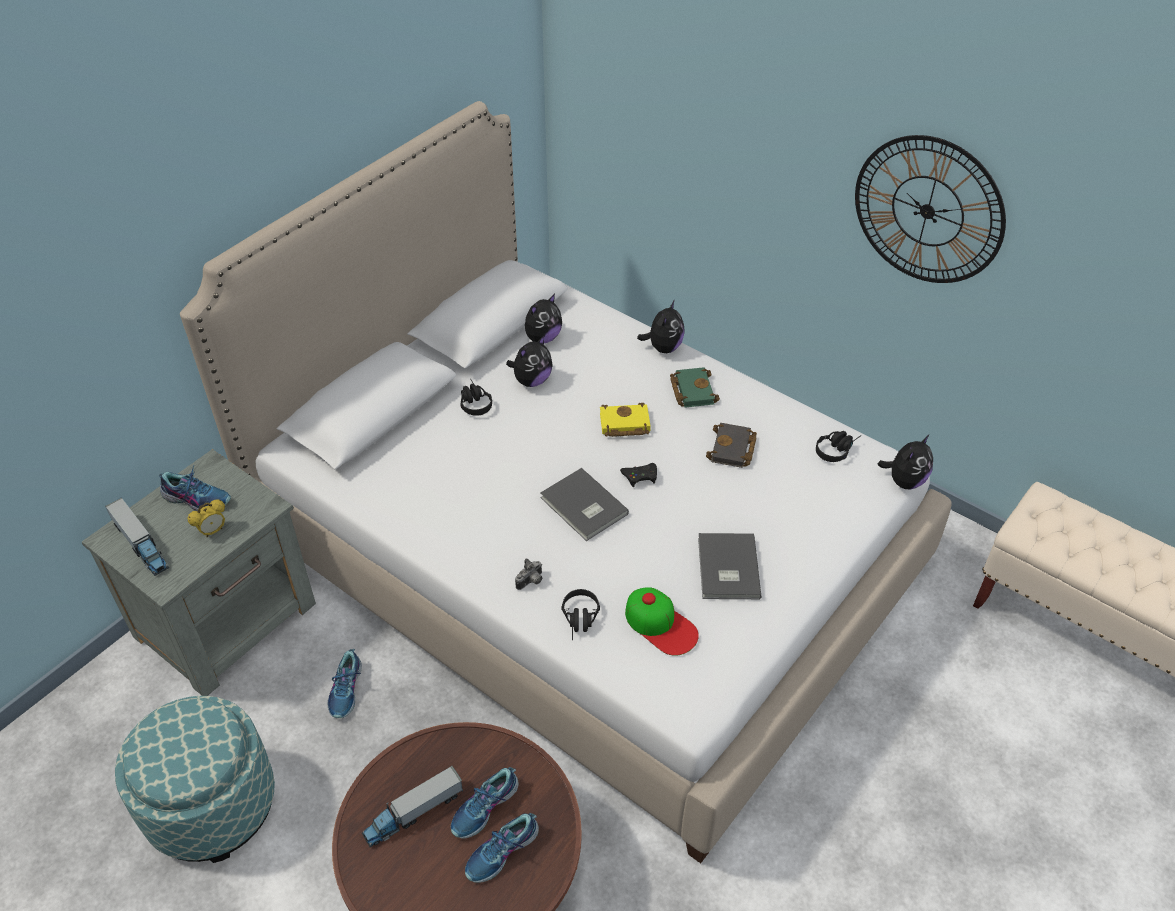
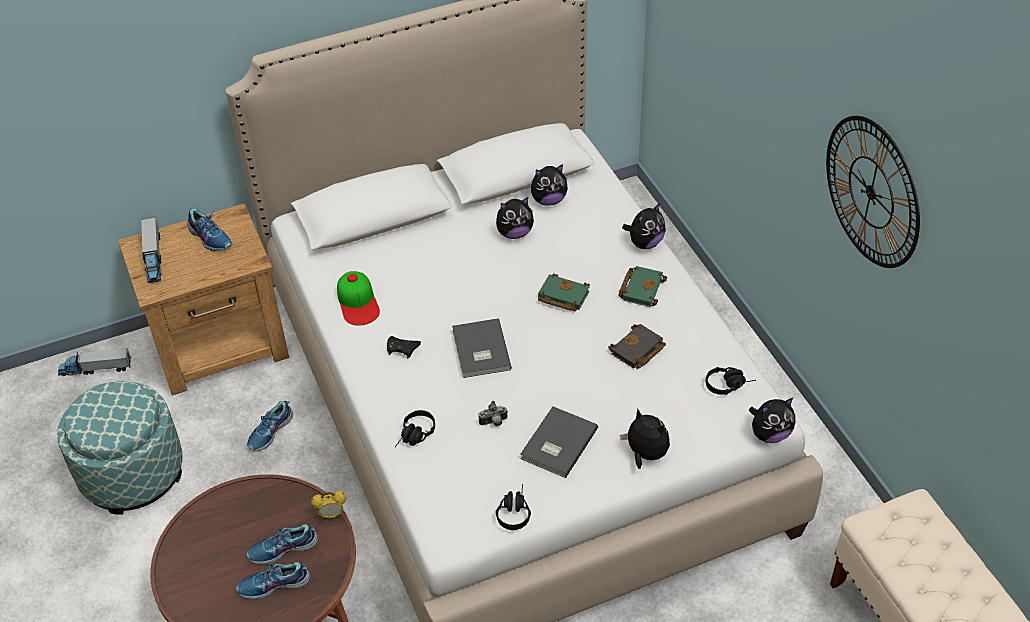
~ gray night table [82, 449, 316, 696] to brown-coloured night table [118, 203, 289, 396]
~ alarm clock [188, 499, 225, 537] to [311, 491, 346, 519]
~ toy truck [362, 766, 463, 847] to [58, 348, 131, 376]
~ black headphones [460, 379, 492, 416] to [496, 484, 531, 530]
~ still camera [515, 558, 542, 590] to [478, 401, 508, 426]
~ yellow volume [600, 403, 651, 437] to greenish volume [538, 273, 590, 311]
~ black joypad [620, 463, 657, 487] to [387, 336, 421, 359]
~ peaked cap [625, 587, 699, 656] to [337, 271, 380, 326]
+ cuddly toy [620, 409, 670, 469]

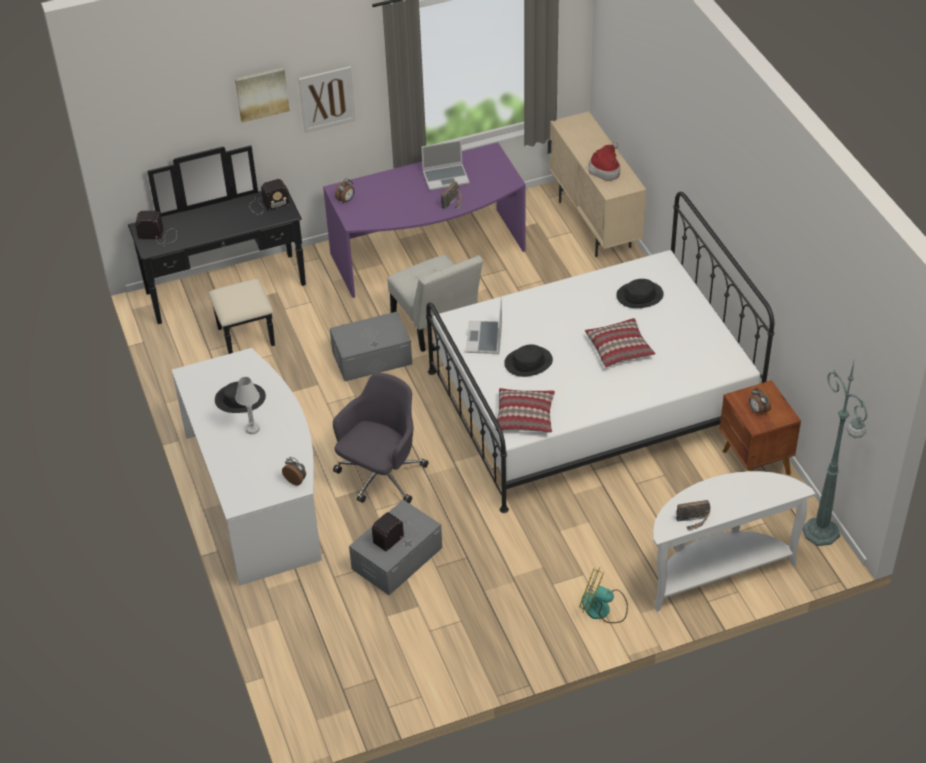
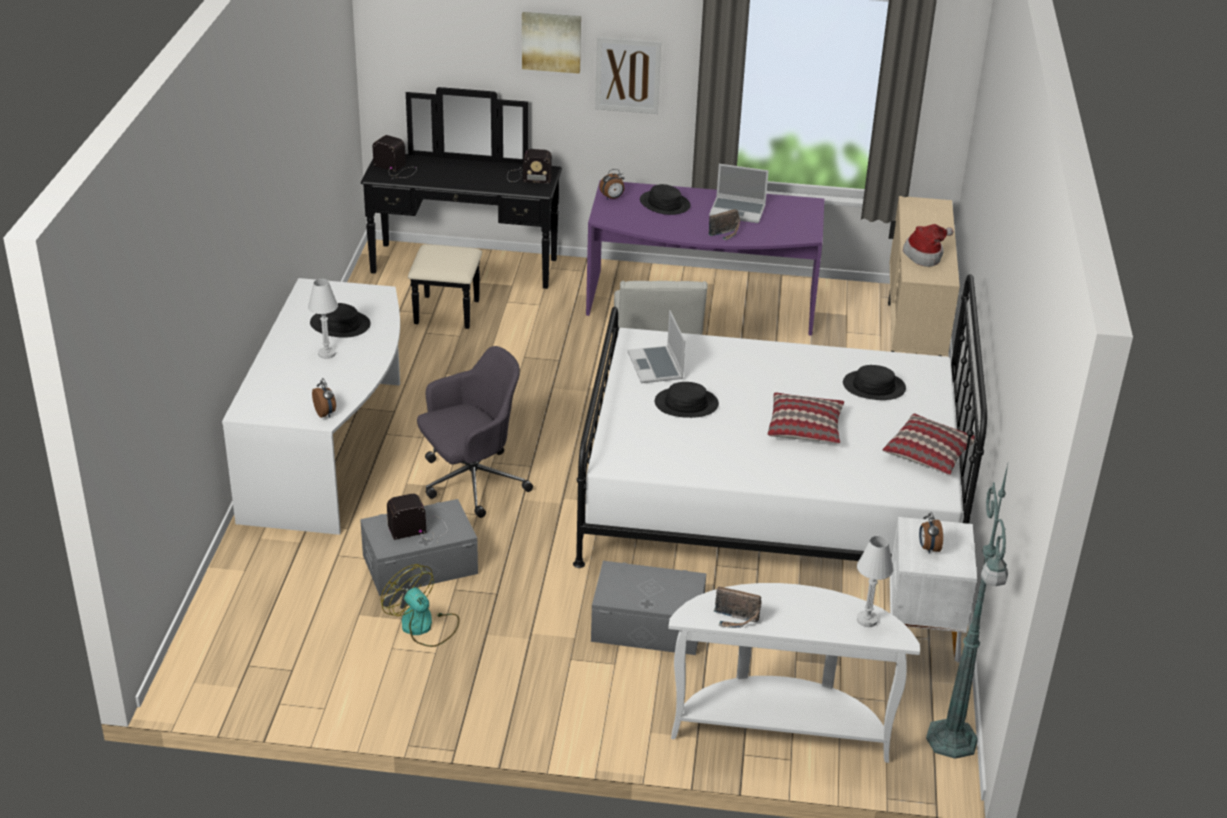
~ gray storage bin [330, 312, 412, 381] to [591, 561, 706, 655]
~ laptop [465, 297, 502, 354] = [628, 310, 685, 383] 45 degrees counterclockwise
~ throw pillow [495, 388, 555, 433] to [882, 413, 975, 475]
~ electric fan [579, 568, 628, 623] to [381, 564, 460, 647]
~ brown-coloured night table [720, 380, 801, 475] to white night table [890, 517, 977, 663]
+ black wearable hat [640, 184, 691, 215]
+ white lamp for a table [857, 536, 893, 627]

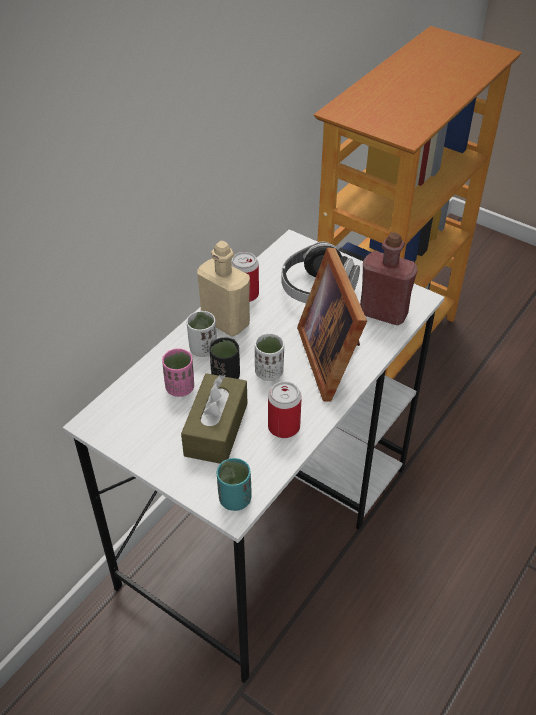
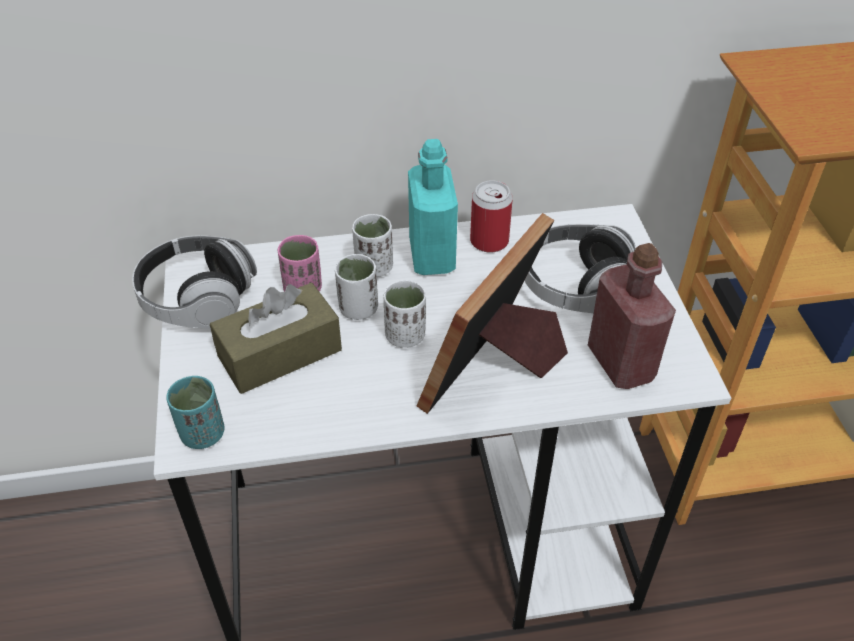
~ beige drink bottle [197, 241, 250, 336] to turquoise drink bottle [408, 139, 458, 275]
~ black drinking cup [209, 337, 240, 379] to white drinking cup [335, 254, 378, 320]
- sealed can [268, 381, 302, 438]
+ headphones [132, 235, 257, 329]

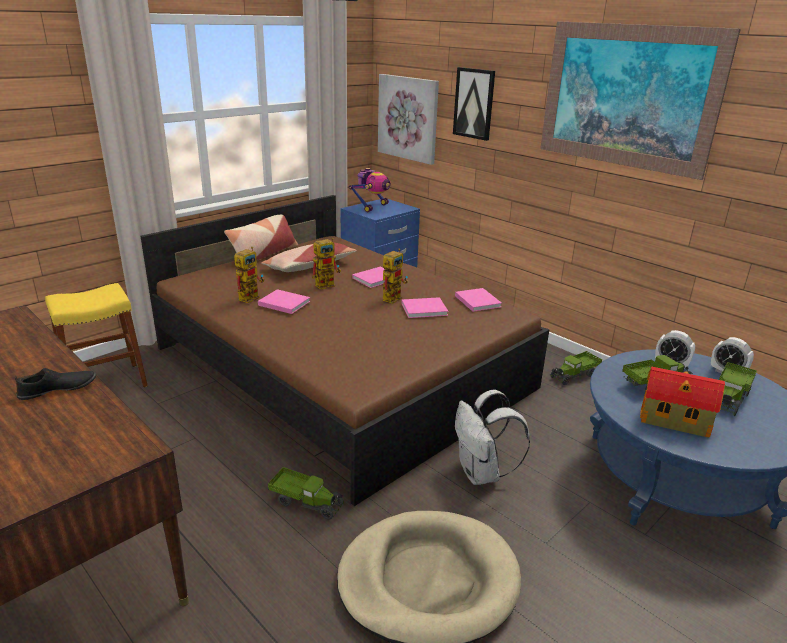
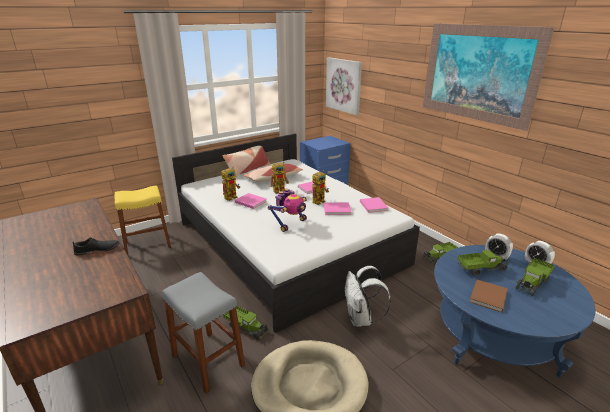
~ brown-coloured bedroom bed [140, 195, 550, 506] to white bedroom bed [172, 134, 420, 333]
~ model robot [349, 168, 391, 212] to [268, 189, 307, 232]
- picture [453, 67, 495, 141]
~ model house [640, 366, 725, 438] to brown-coloured volume [469, 279, 508, 312]
+ gray stool [162, 272, 245, 393]

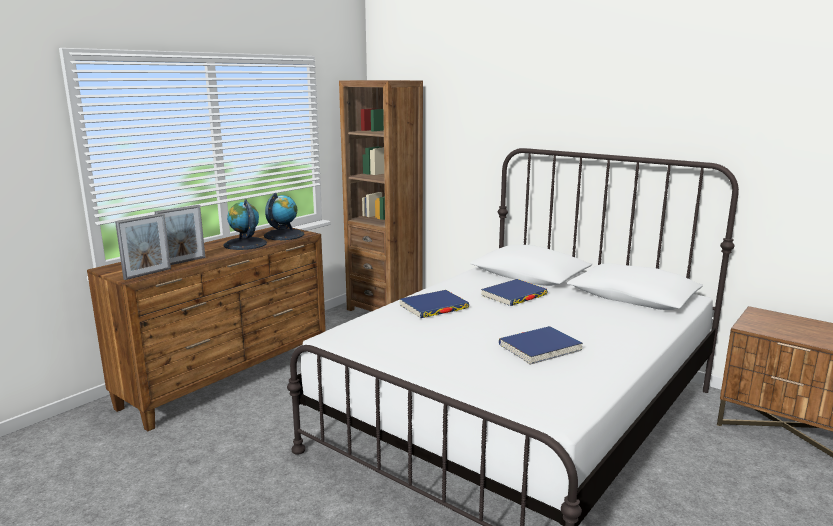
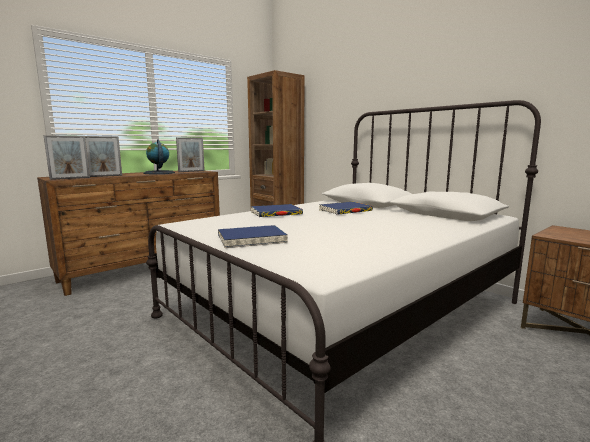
~ globe [264, 193, 304, 240] to picture frame [176, 137, 205, 172]
~ bluish volume [499, 326, 583, 365] to [218, 225, 288, 248]

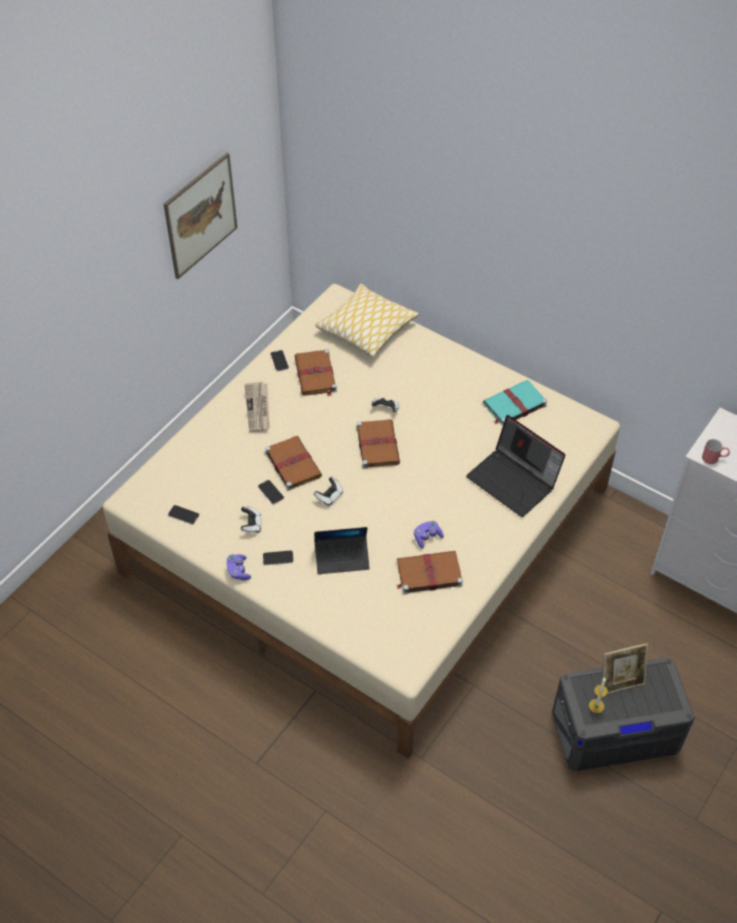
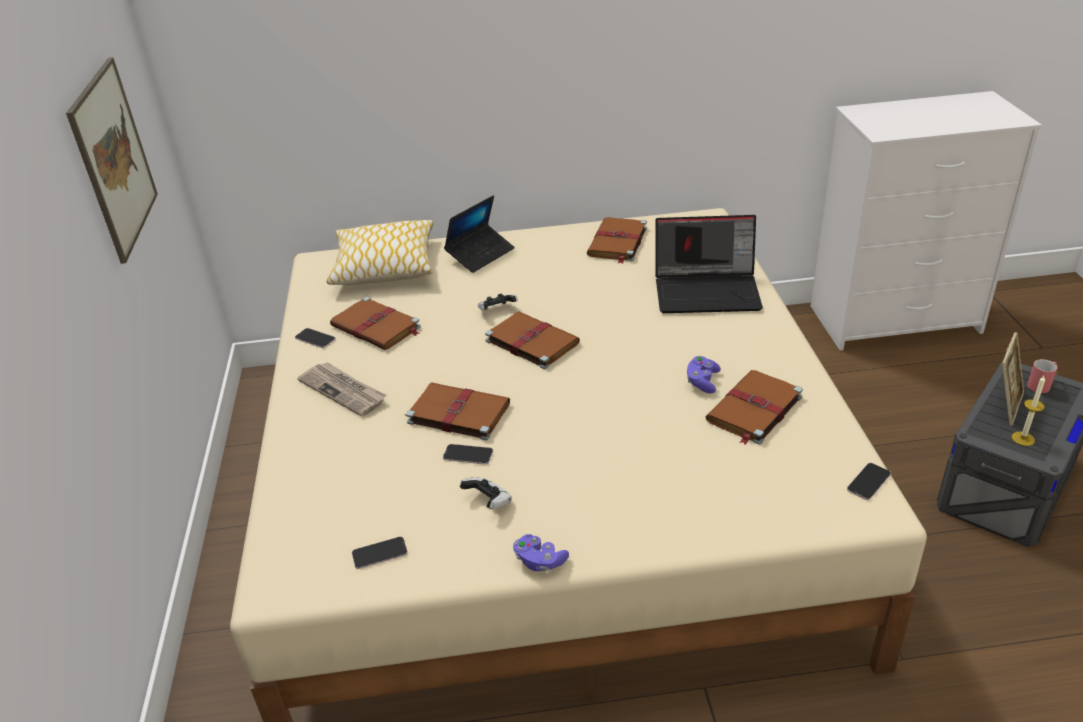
~ handset [263, 550, 294, 565] to [847, 463, 891, 500]
- joypad [314, 477, 343, 506]
~ laptop [314, 527, 370, 574] to [444, 195, 515, 273]
~ turquoise volume [483, 380, 547, 426] to brown-coloured volume [587, 217, 647, 264]
~ reddish tea mug [702, 439, 730, 464] to [1027, 359, 1058, 393]

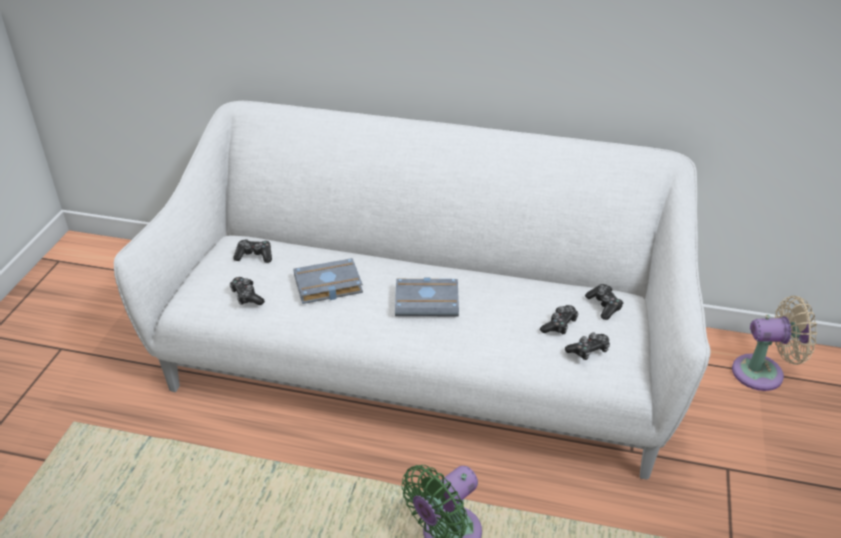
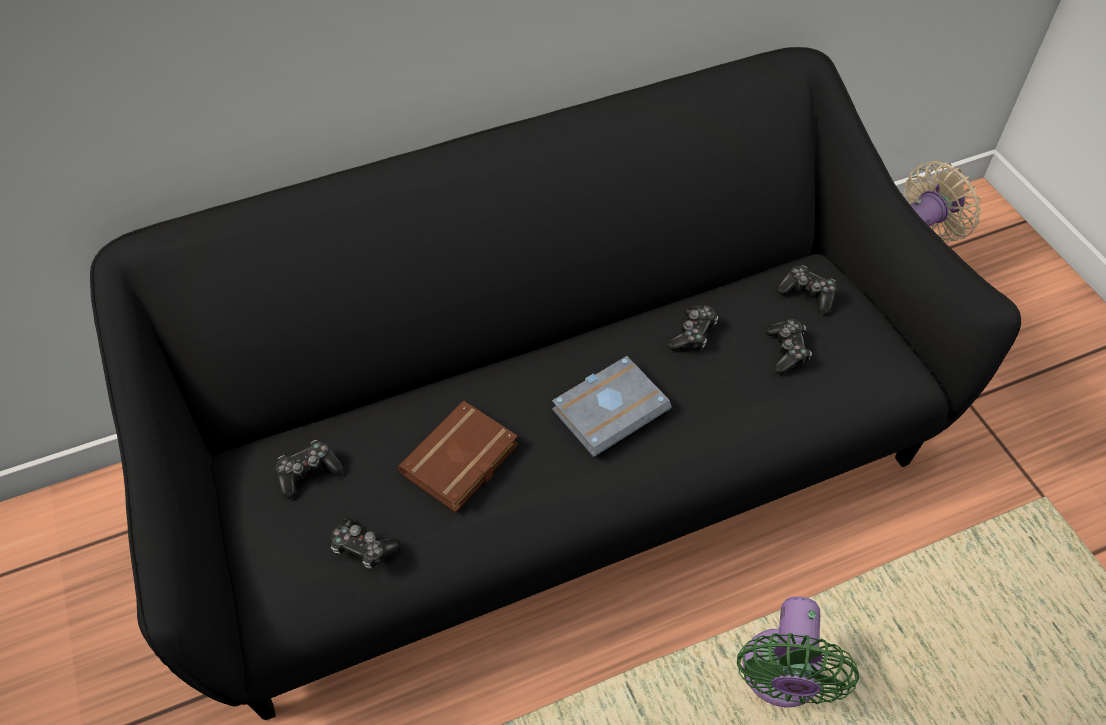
~ white sofa [114, 101, 711, 479] to black sofa [90, 47, 1021, 720]
~ gray volume [293, 258, 363, 304] to brown-coloured volume [398, 401, 518, 513]
~ joypad [565, 332, 610, 360] to [667, 306, 718, 351]

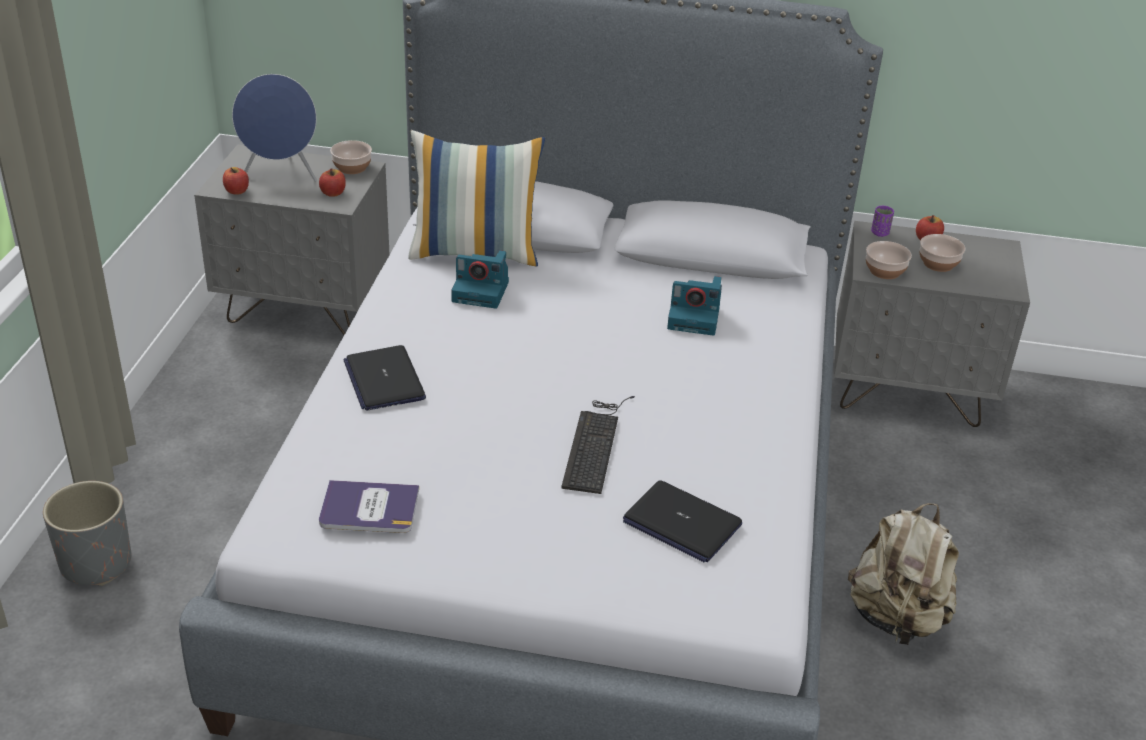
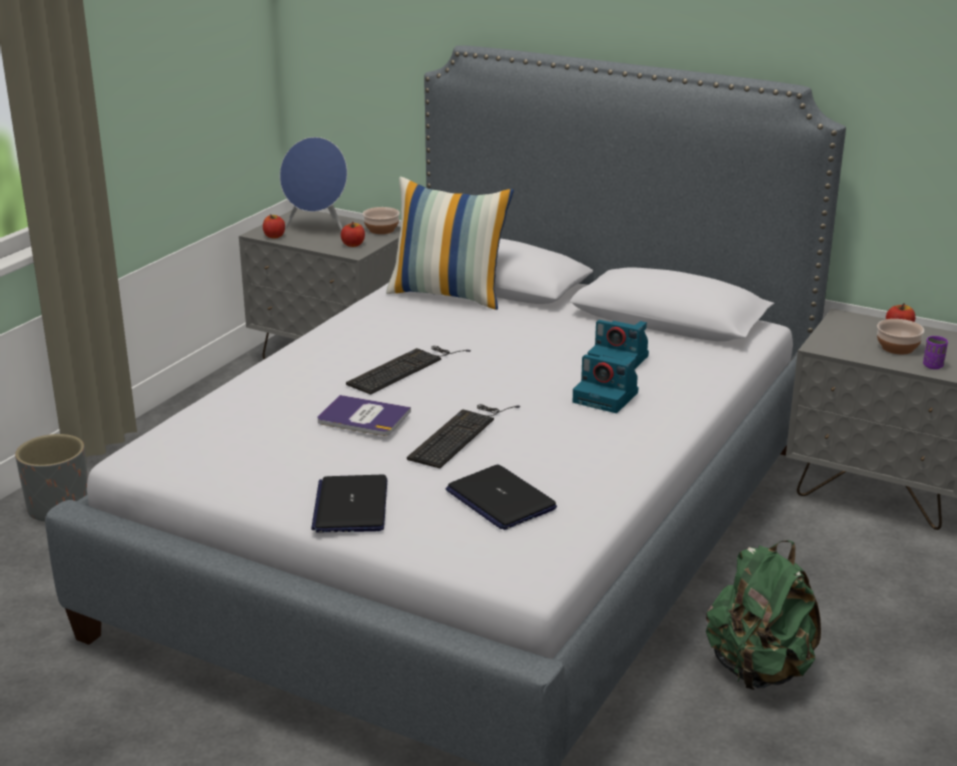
~ volume [319, 480, 419, 533] to [318, 395, 411, 436]
~ laptop [343, 345, 426, 411] to [311, 475, 387, 532]
~ still camera [451, 251, 509, 309] to [573, 355, 638, 413]
~ beige rucksack [848, 503, 959, 645] to greenish rucksack [706, 540, 821, 690]
- bowl [866, 241, 912, 279]
~ purple-coloured drinking cup [871, 206, 894, 237] to [923, 336, 948, 369]
+ keyboard [346, 346, 471, 395]

